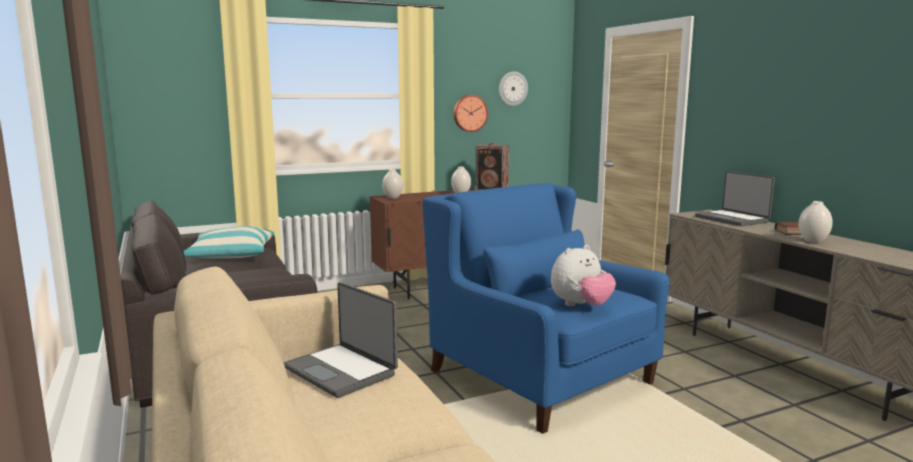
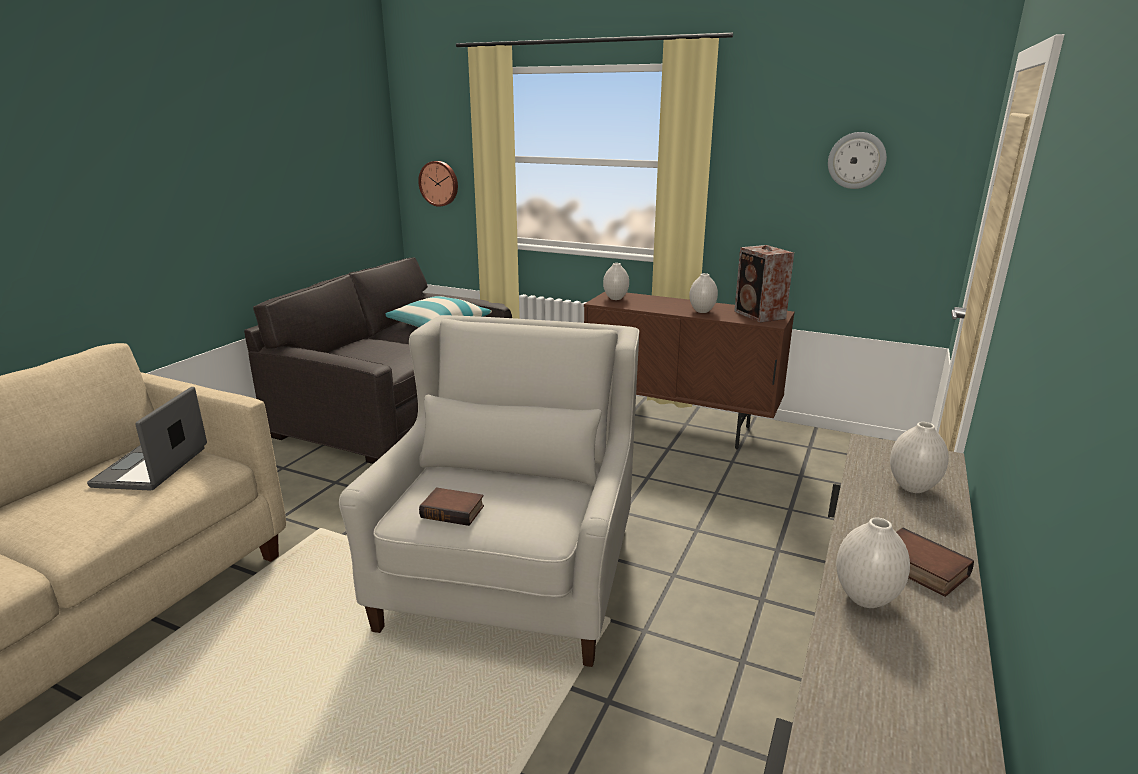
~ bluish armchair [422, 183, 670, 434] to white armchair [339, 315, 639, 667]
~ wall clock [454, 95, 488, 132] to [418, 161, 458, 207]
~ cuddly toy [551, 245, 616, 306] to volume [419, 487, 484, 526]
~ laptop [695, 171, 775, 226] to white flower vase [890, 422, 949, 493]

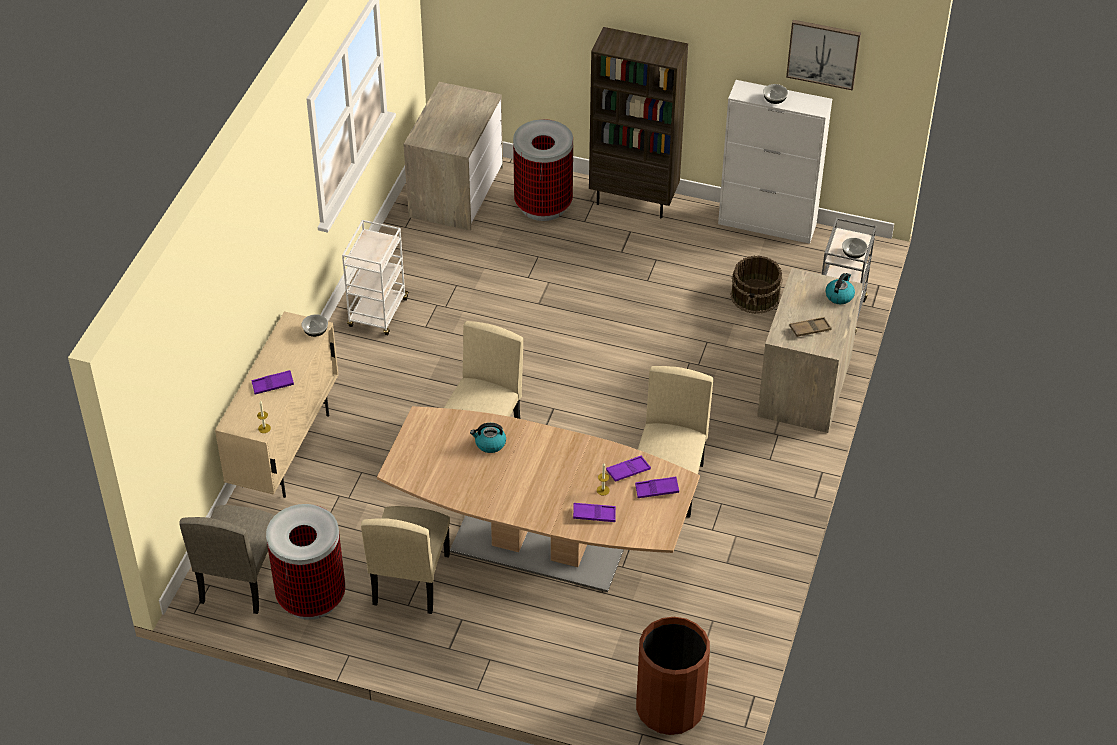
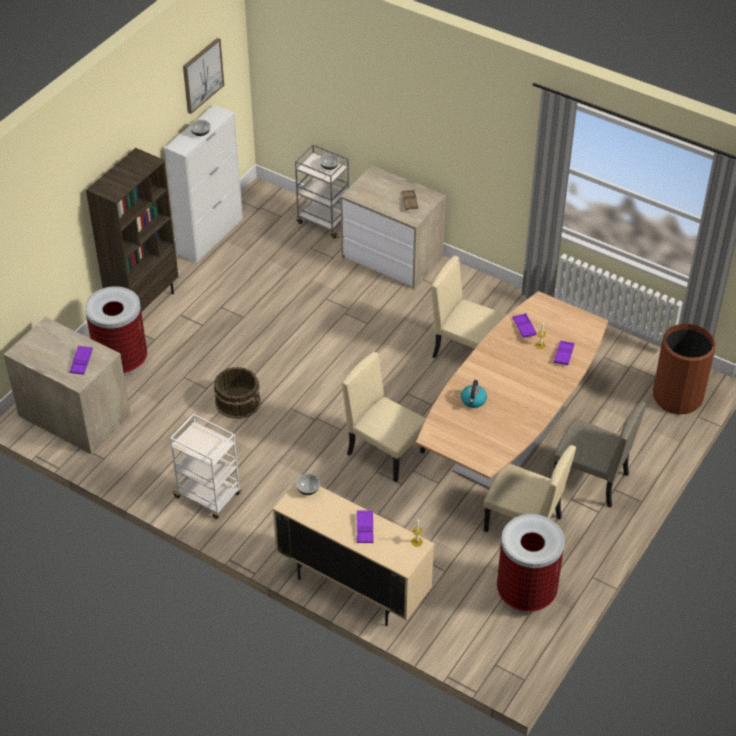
~ beige upright chair [179, 505, 275, 614] to [554, 401, 646, 508]
~ purple-coloured tray [635, 477, 679, 498] to [70, 346, 93, 375]
~ brown-coloured bucket [730, 256, 783, 314] to [214, 367, 261, 419]
- water kettle [826, 273, 855, 304]

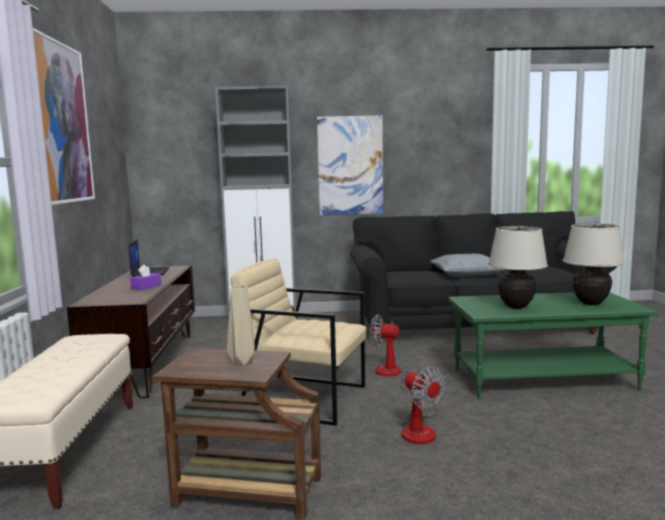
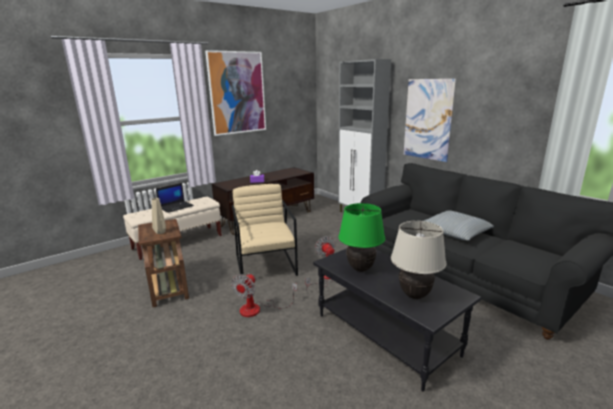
~ laptop [129, 239, 170, 277] to [156, 183, 194, 213]
~ greenish lounge table [448, 292, 657, 398] to black lounge table [313, 248, 482, 392]
~ beige lamp for a table [488, 226, 548, 309] to greenish lamp for a table [338, 203, 385, 272]

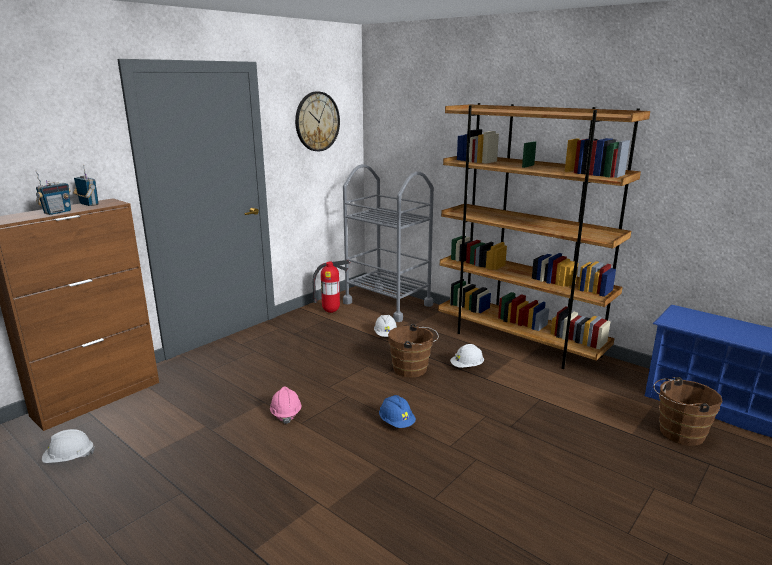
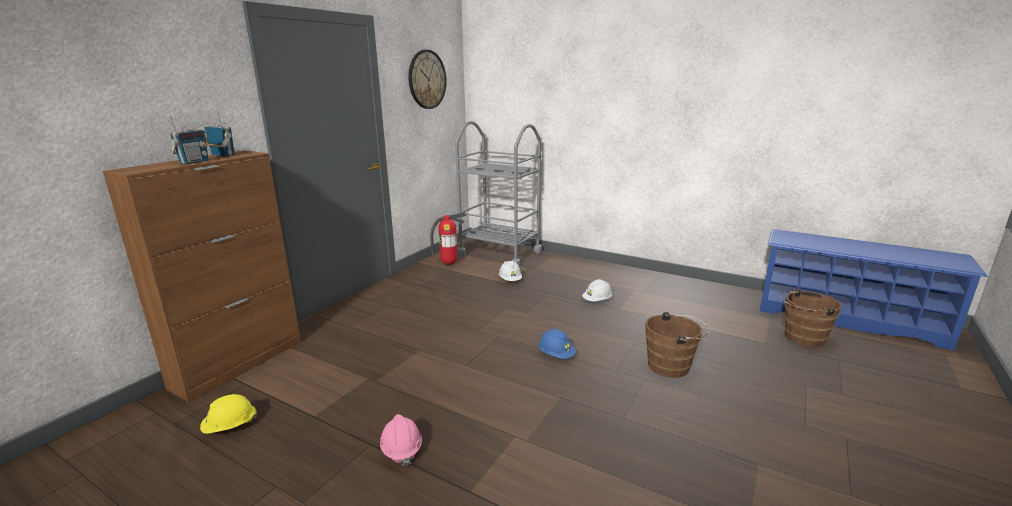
~ white hard hat [42, 429, 95, 463] to yellow hard hat [200, 394, 257, 434]
~ pink hard hat [270, 387, 302, 424] to [380, 414, 422, 466]
~ brown-coloured bucket [388, 324, 439, 378] to [645, 312, 710, 378]
- brown-coloured bookshelf [438, 103, 650, 369]

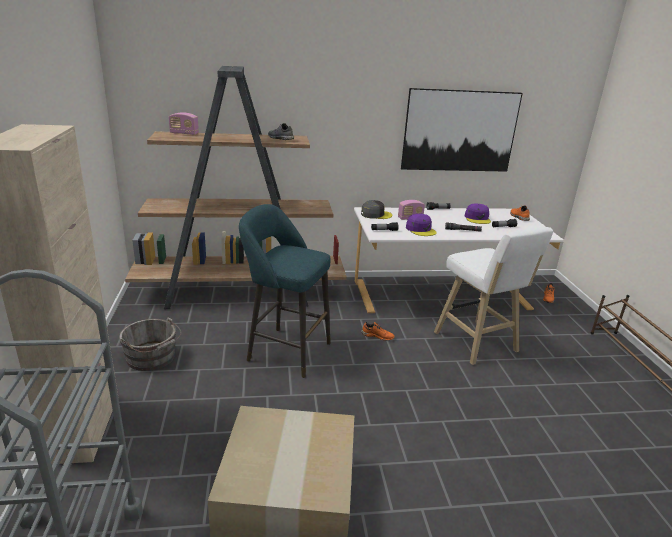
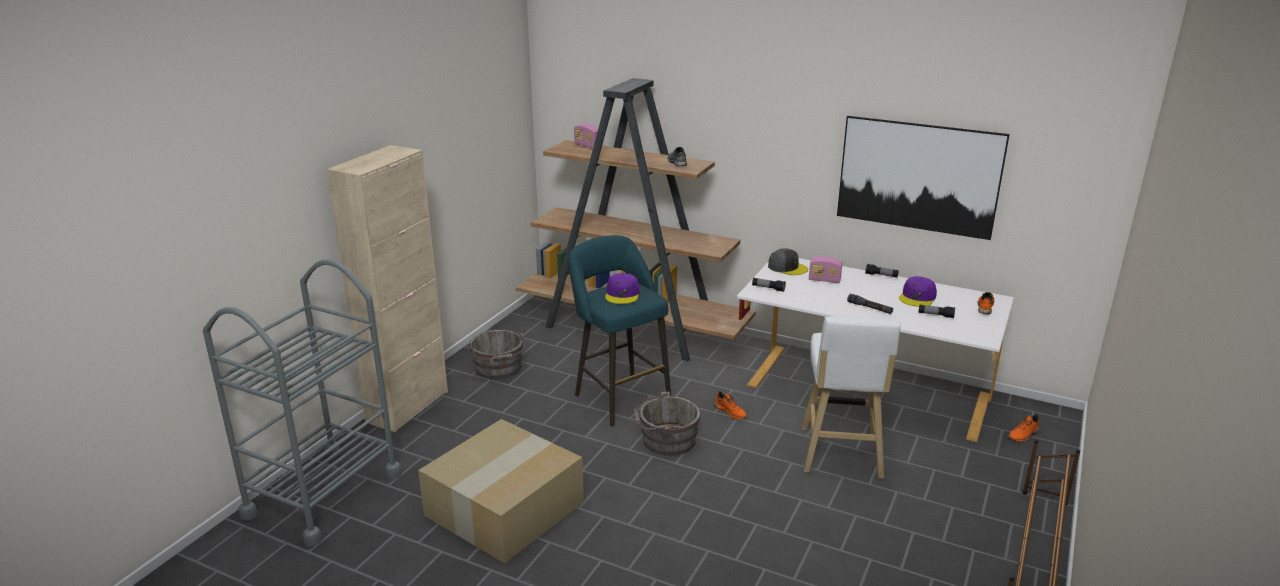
~ purple-coloured peaked cap [406, 214, 437, 236] to [605, 273, 639, 304]
+ gray bucket [633, 392, 701, 456]

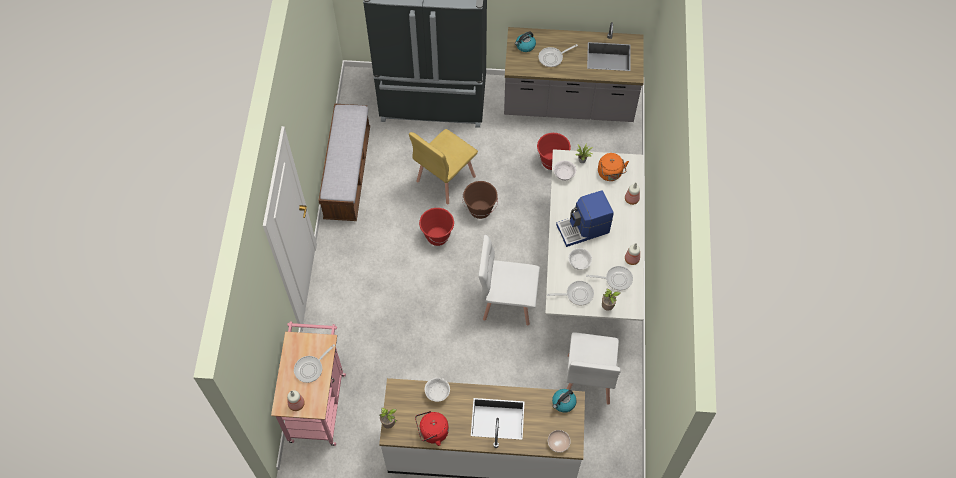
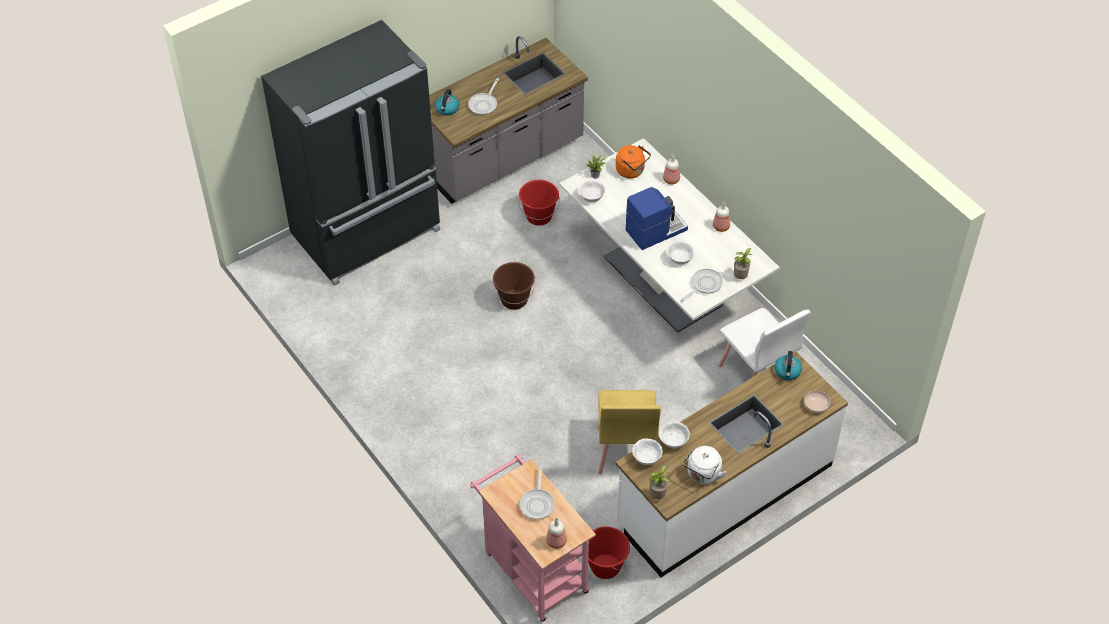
- indoor bench [318, 103, 370, 221]
~ yellow upright chair [409, 129, 478, 204] to [597, 390, 661, 475]
~ reddish water kettle [415, 411, 449, 446] to white water kettle [683, 446, 727, 484]
~ reddish bucket [419, 208, 454, 246] to [588, 526, 630, 579]
- white upright chair [479, 235, 540, 326]
~ coffee brewer [556, 190, 614, 247] = [626, 187, 688, 250] 150 degrees counterclockwise
- frying pan [586, 266, 633, 290]
+ white bowl [632, 438, 663, 465]

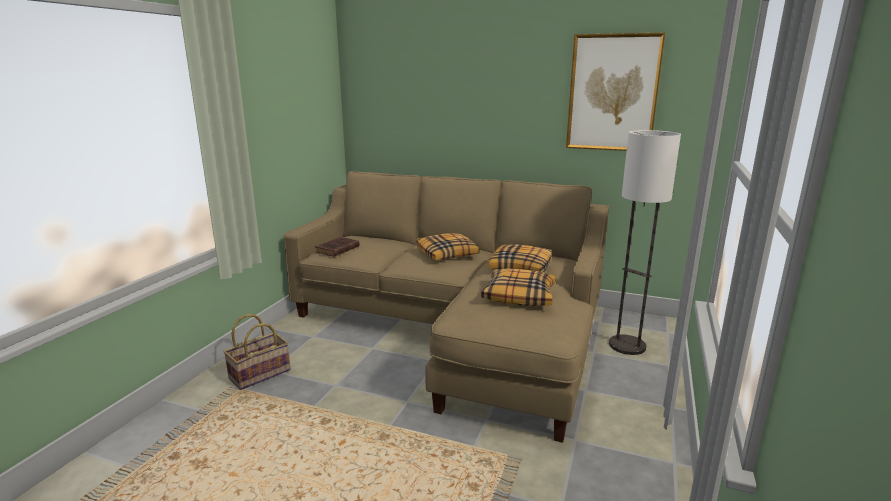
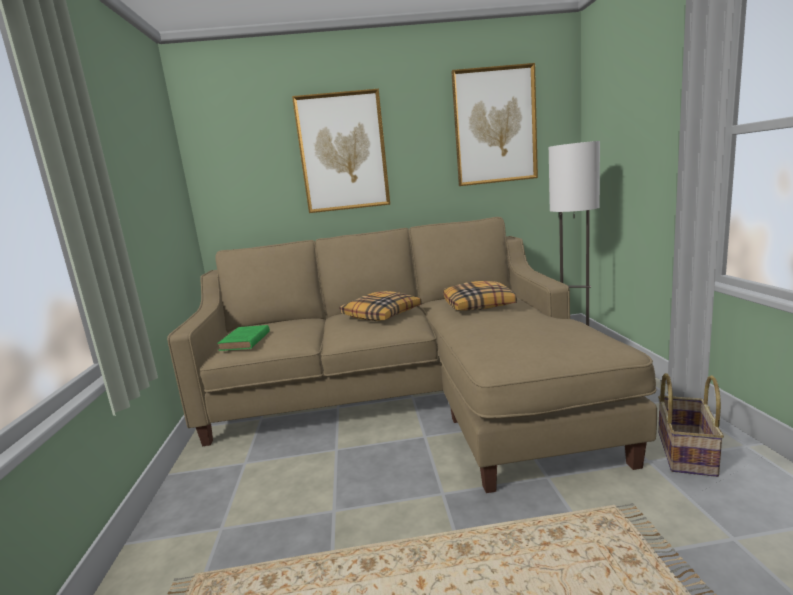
~ storage basket [223, 314, 290, 390] to [658, 373, 724, 477]
~ brown-coloured volume [315, 237, 360, 257] to greenish volume [217, 325, 270, 351]
- throw pillow [481, 269, 556, 306]
+ picture [292, 89, 390, 213]

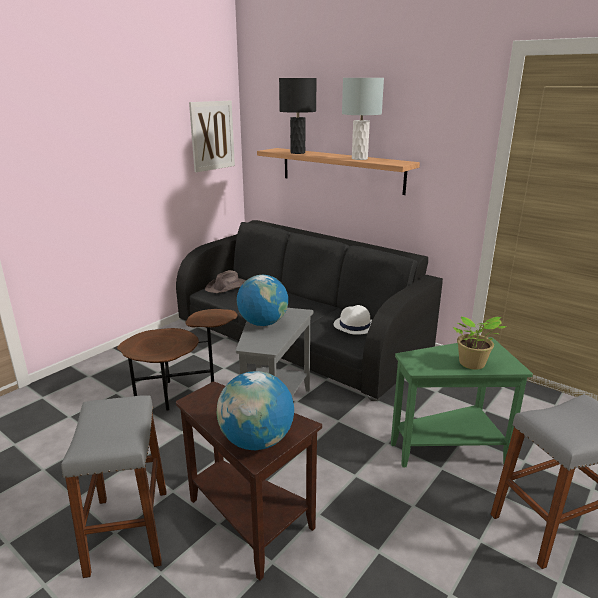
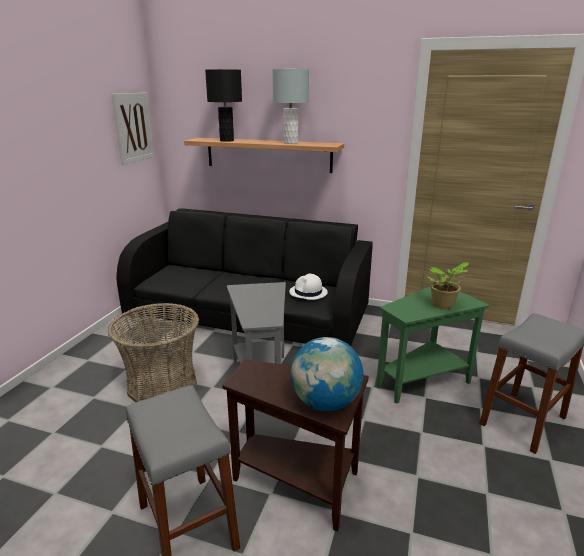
~ brown-coloured accent table [117, 309, 238, 411] to storage basket [107, 303, 199, 403]
- brown-coloured wearable hat [205, 270, 246, 293]
- globe [237, 275, 288, 326]

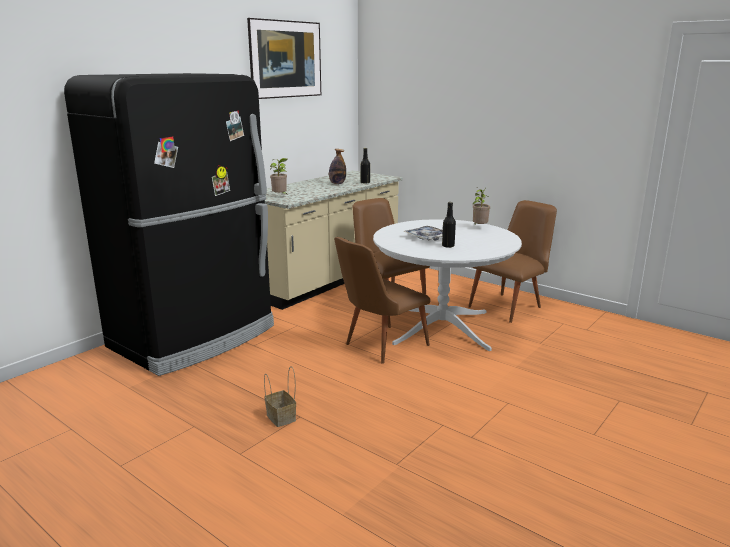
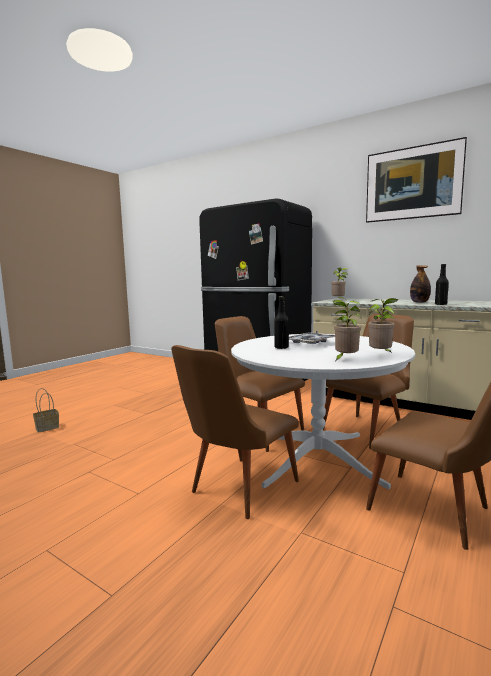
~ storage basket [264, 366, 296, 427] to [33, 388, 59, 433]
+ brown-coloured upright chair [171, 345, 299, 519]
+ plant in a pot [332, 300, 361, 361]

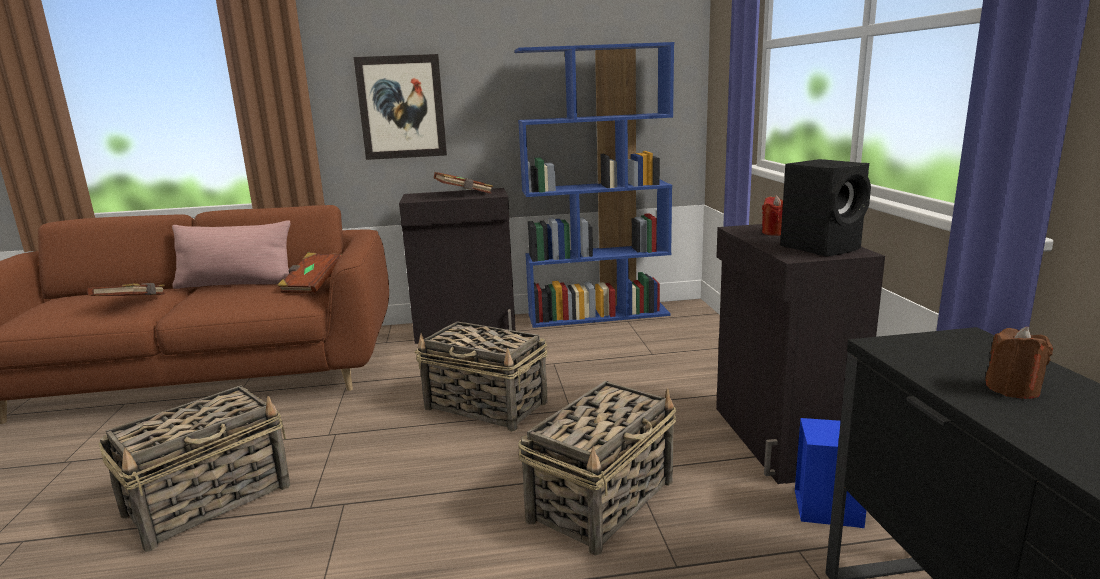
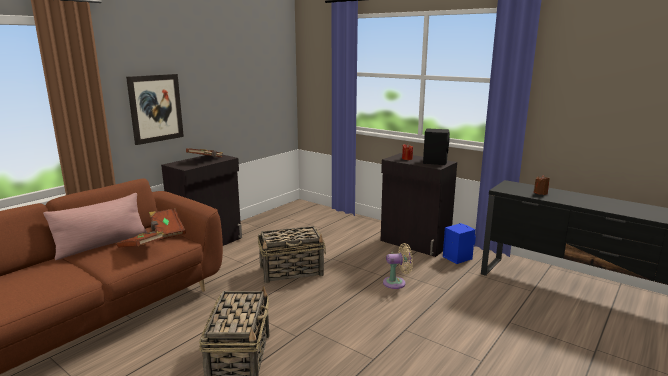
~ brown-coloured volume [87, 283, 165, 296] to [117, 231, 164, 247]
- bluish bookshelf [515, 42, 674, 328]
~ storage basket [518, 381, 676, 556] to beige electric fan [383, 243, 413, 289]

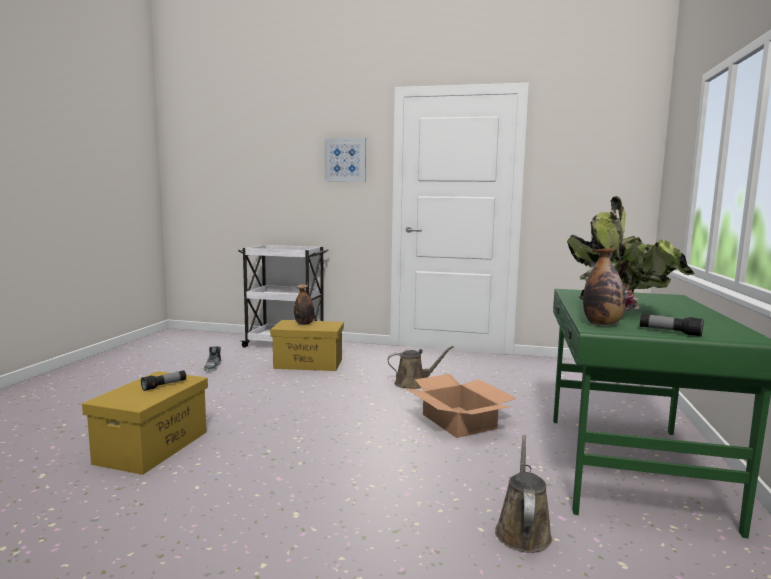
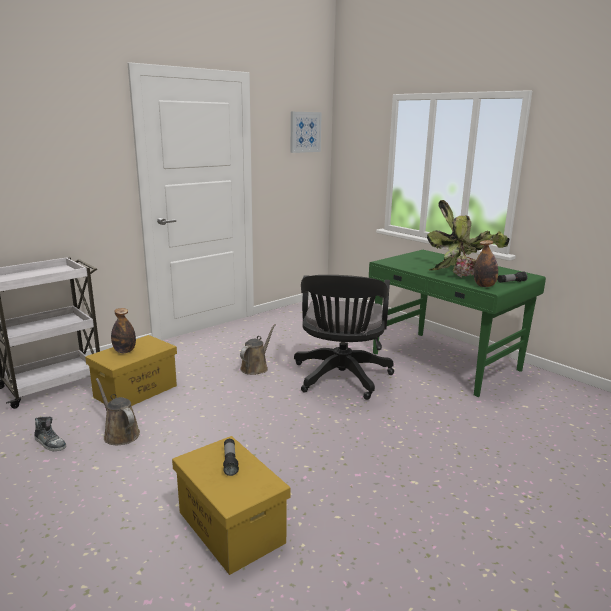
~ picture [324, 138, 366, 182] to [291, 112, 322, 153]
~ packing box [405, 374, 516, 438] to black office chair [294, 275, 394, 400]
~ brown-coloured sprinkling can [495, 435, 552, 553] to [96, 378, 140, 445]

